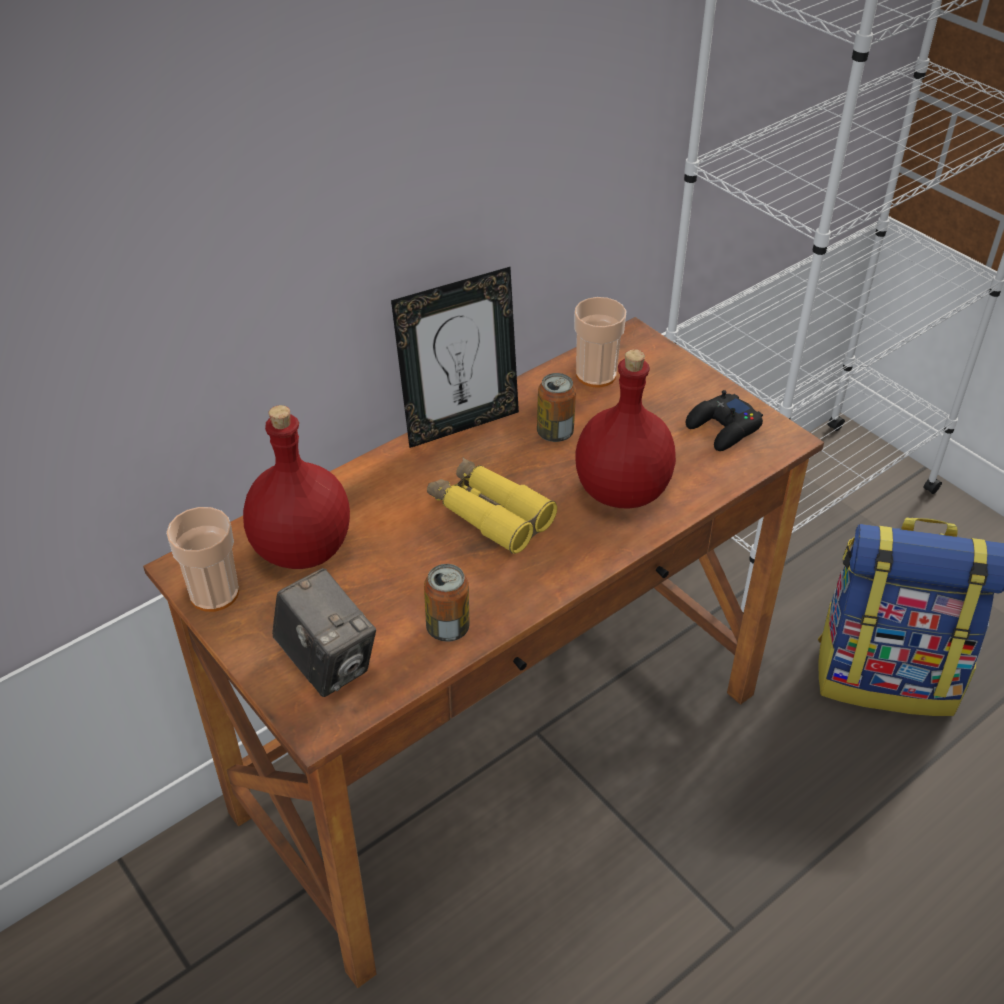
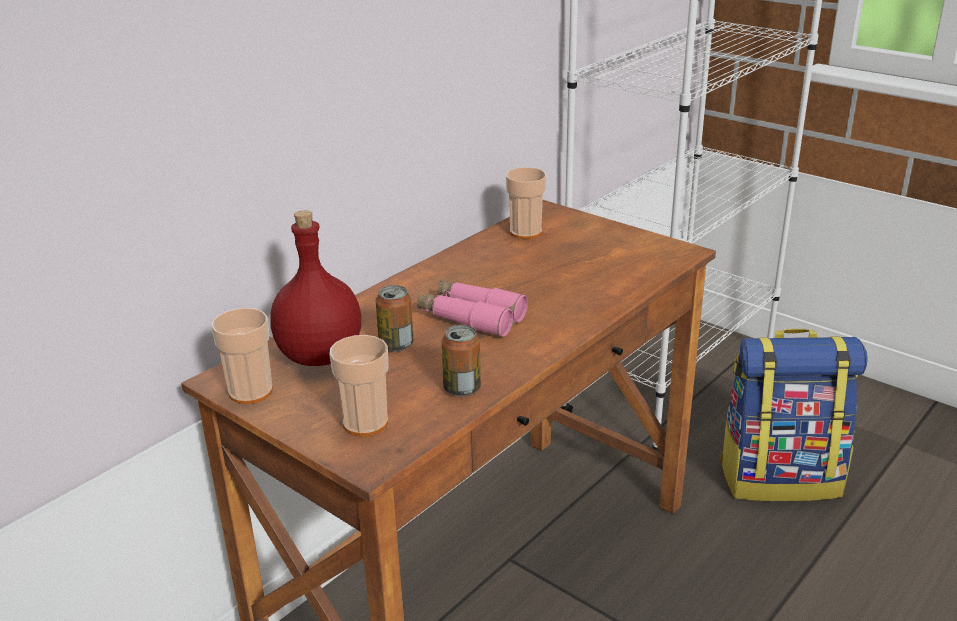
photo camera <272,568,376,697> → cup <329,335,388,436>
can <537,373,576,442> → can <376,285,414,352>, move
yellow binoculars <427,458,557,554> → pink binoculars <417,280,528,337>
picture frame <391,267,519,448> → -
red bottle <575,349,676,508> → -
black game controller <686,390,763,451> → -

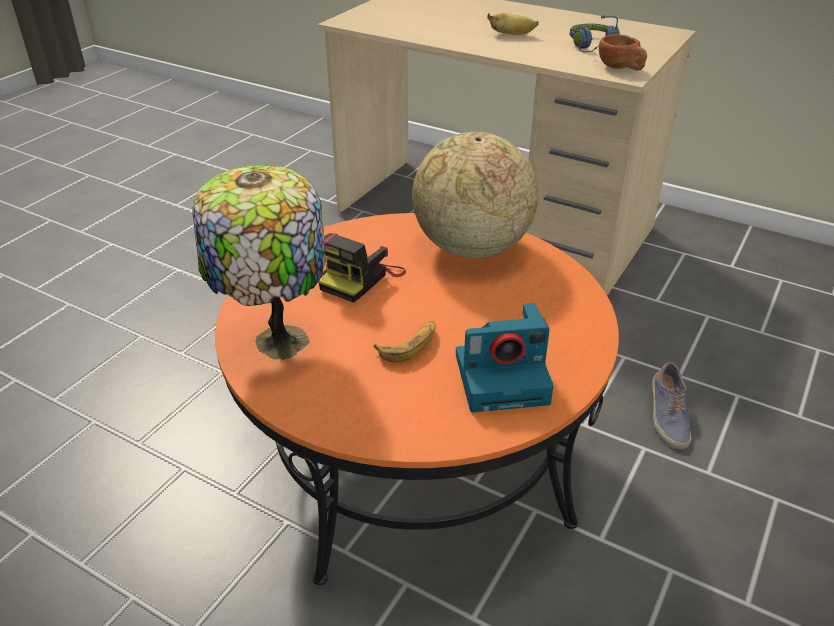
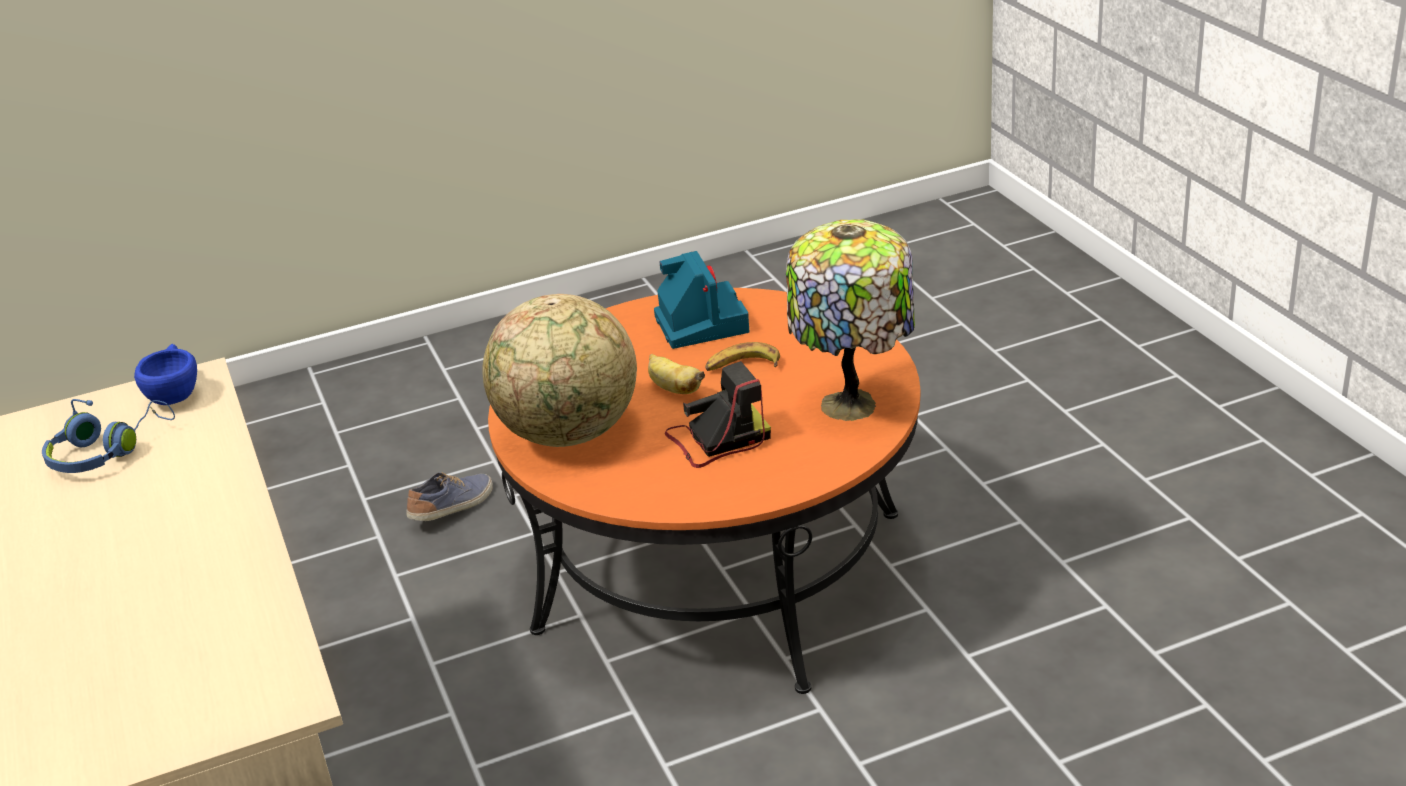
brown cup <599,34,647,70> → blue cup <134,344,197,405>
banana <487,13,539,35> → banana <648,354,705,394>, move
photo camera <456,303,554,412> → photo camera <654,251,750,349>, 45 degrees clockwise

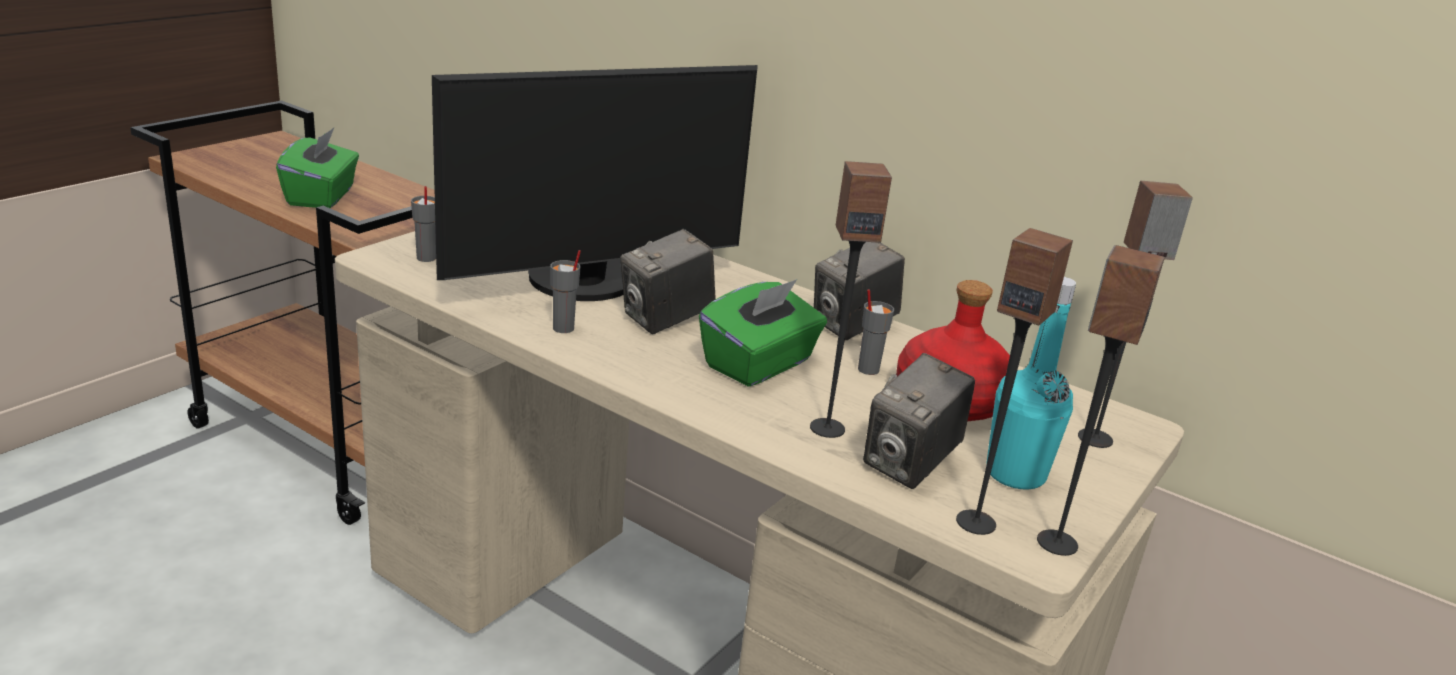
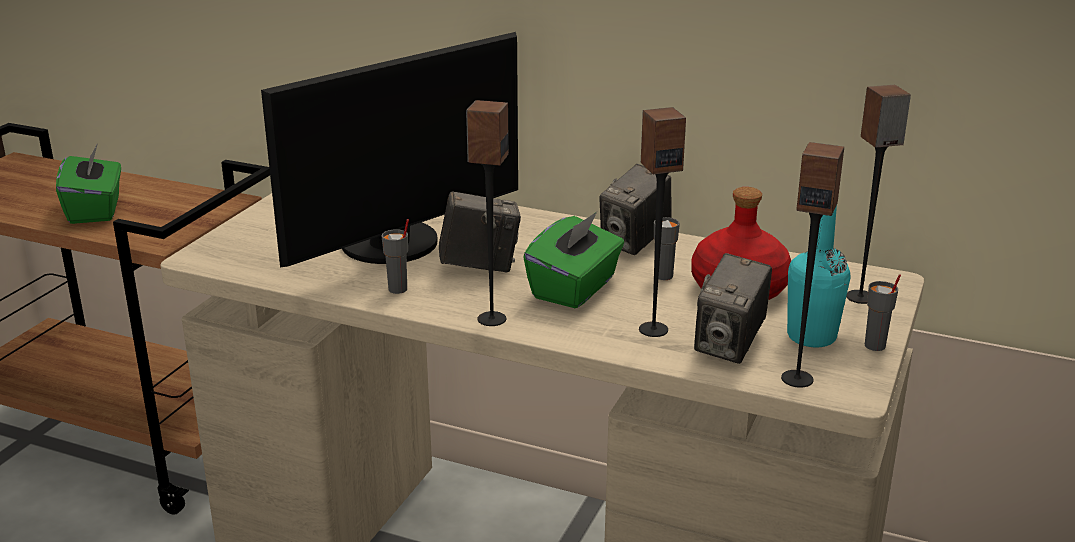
photo camera <620,229,716,334> → photo camera <439,191,521,272>, 135 degrees counterclockwise
speaker <1037,245,1165,556> → speaker <466,100,509,326>, move
grey cup <411,186,436,262> → grey cup <865,274,901,351>, move

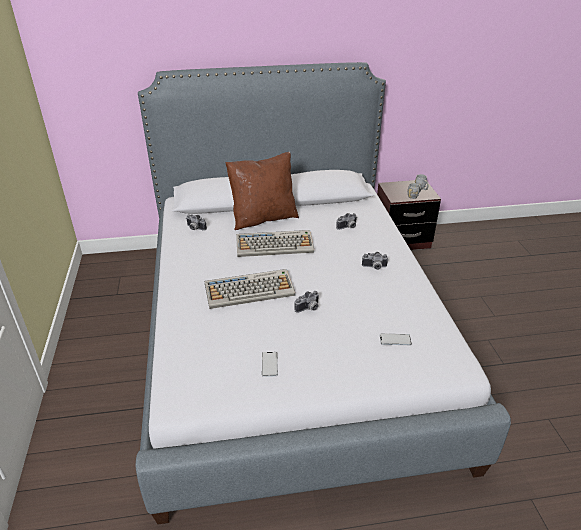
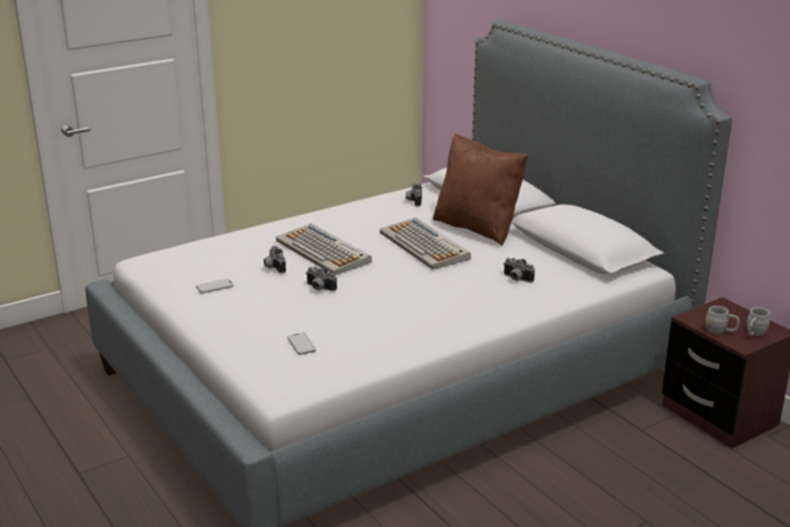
photo camera <362,252,388,270> → photo camera <264,245,286,273>, move

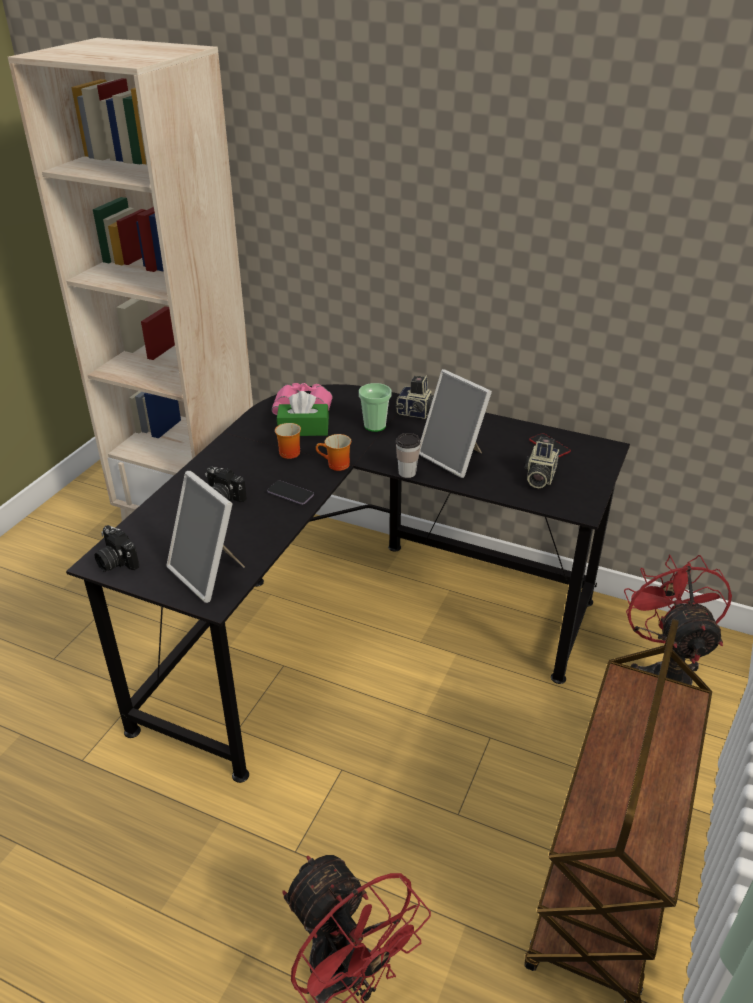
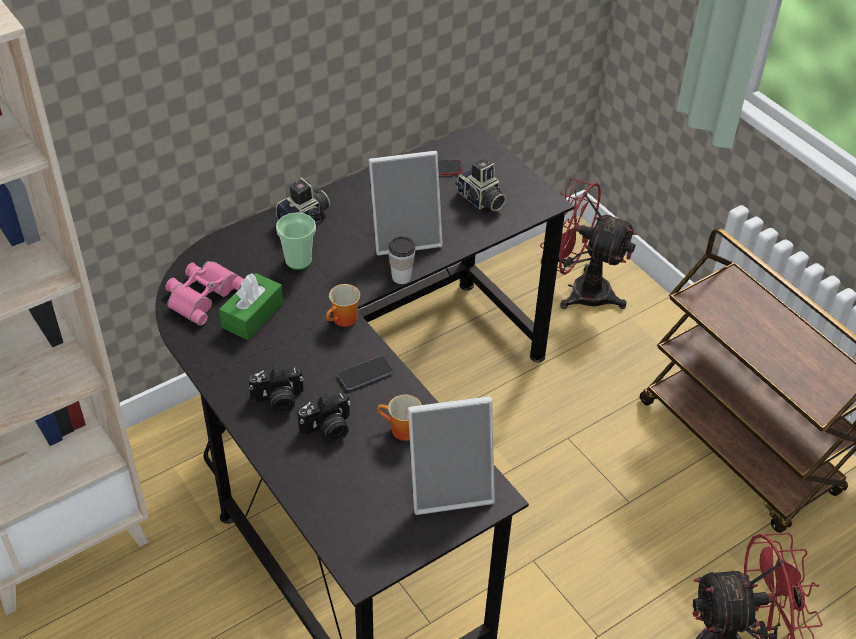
photo camera <94,525,139,572> → photo camera <249,366,304,413>, move
mug <275,423,301,459> → mug <377,395,422,441>, move

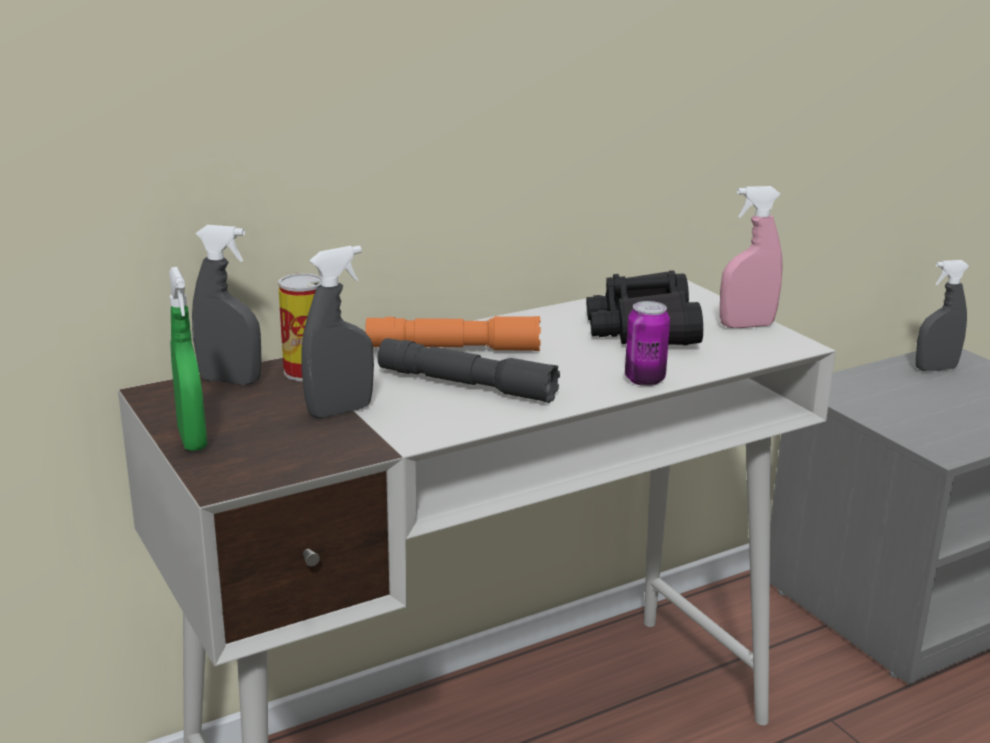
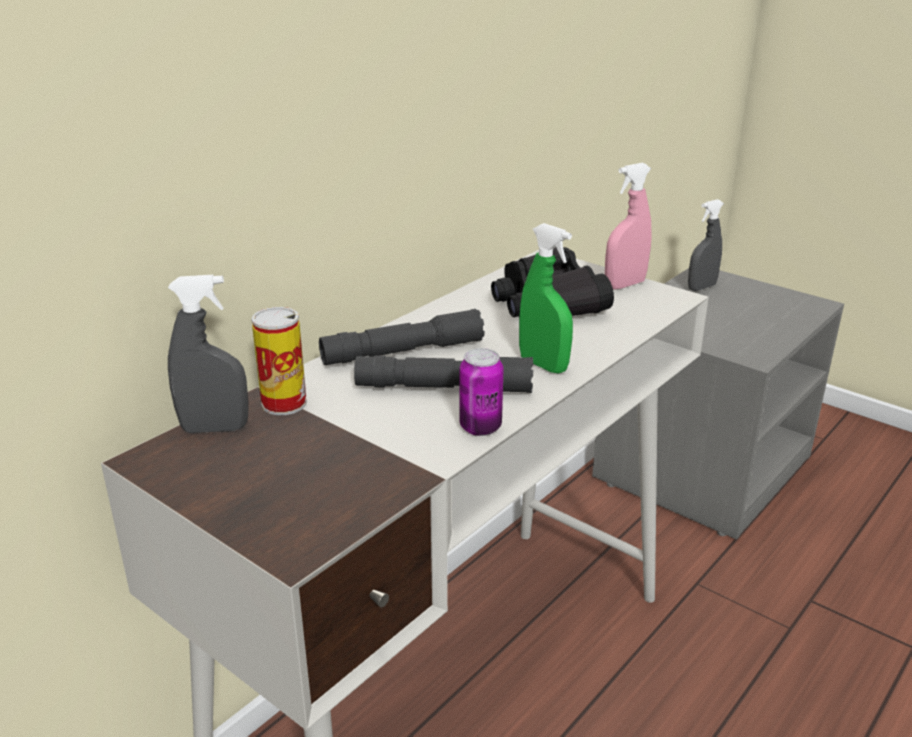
orange flashlight <365,316,541,351> → grey flashlight <319,309,485,365>
can <625,301,670,386> → can <459,348,504,436>, move
green spray bottle <169,267,207,451> → green spray bottle <519,223,573,374>, move
grey spray bottle <301,246,374,418> → -

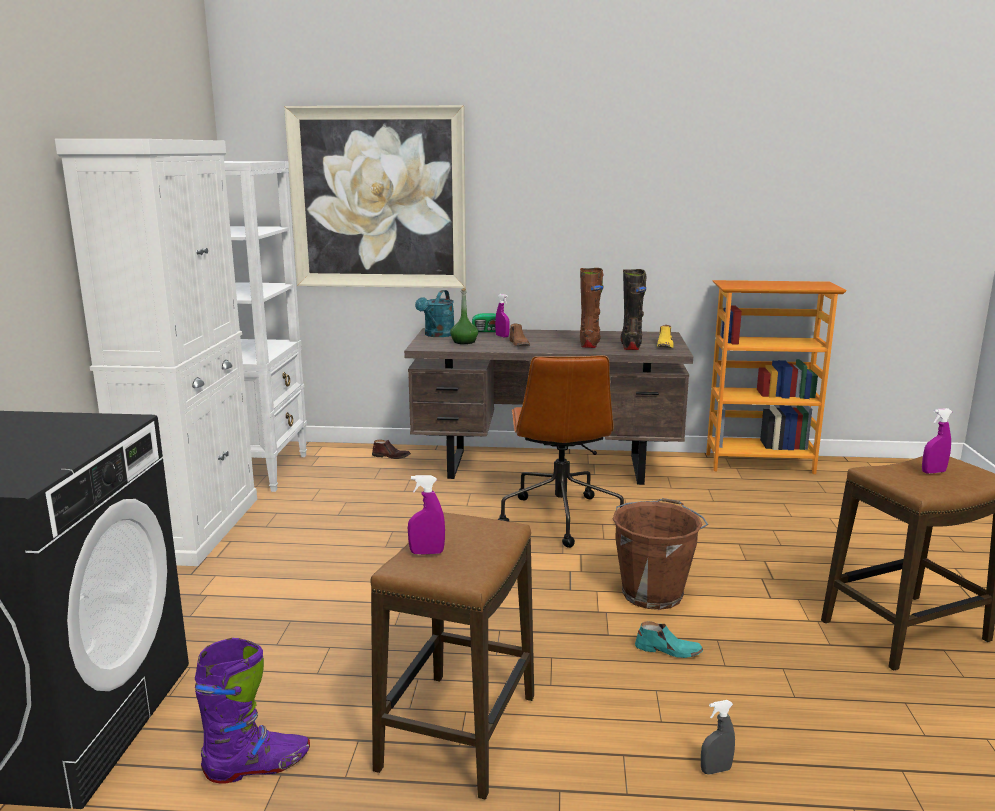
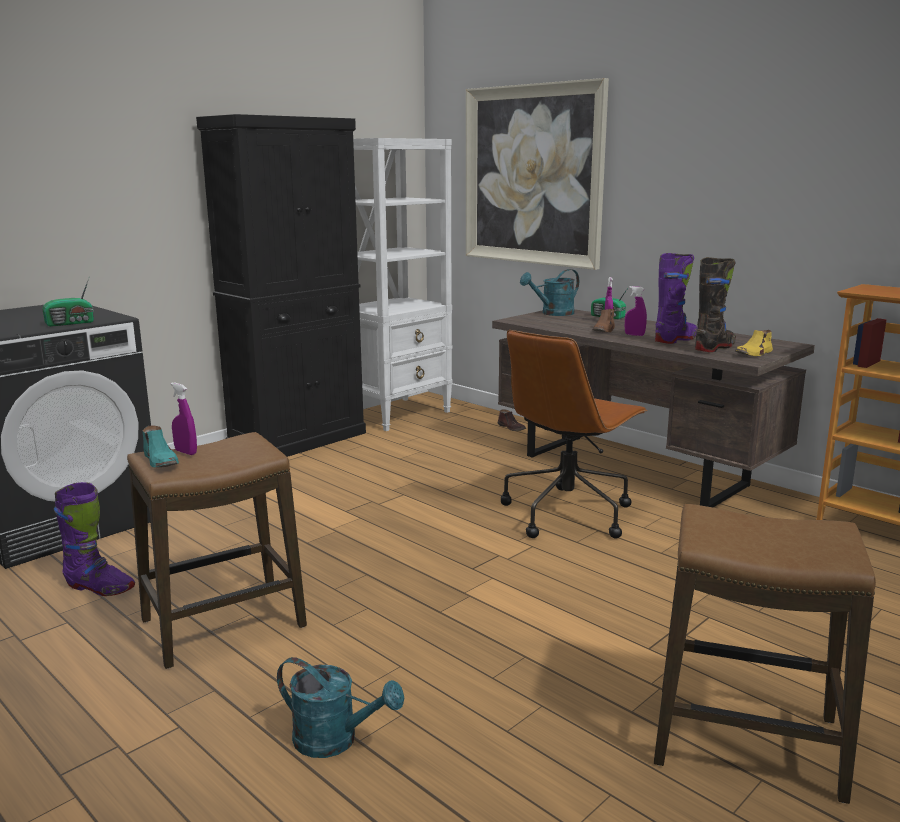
- → radio <42,278,94,327>
turquoise shoe <635,621,703,658> → turquoise shoe <143,426,179,468>, move
white cabinet <55,139,257,566> → black cabinet <196,114,366,457>
grey spray bottle <701,700,735,775> → turquoise watering can <277,657,404,758>
purple spray bottle <922,408,952,474> → purple spray bottle <625,286,647,336>, move
brown boot <580,268,603,348> → purple boot <655,253,697,344>
green bottle <450,288,478,344> → -
brown bucket <613,498,708,610> → -

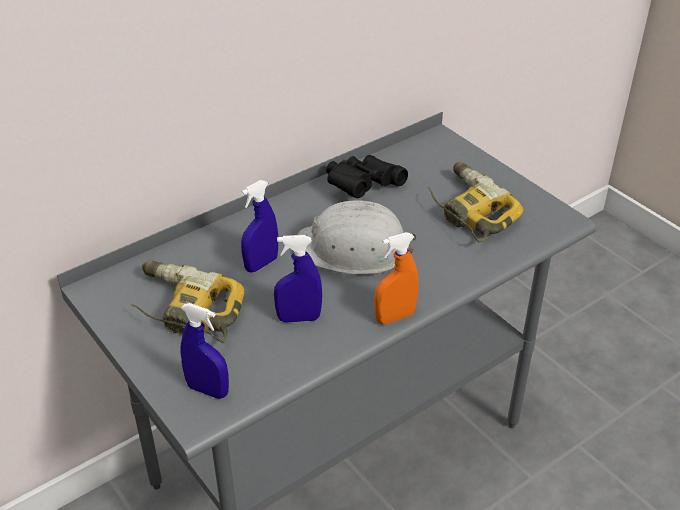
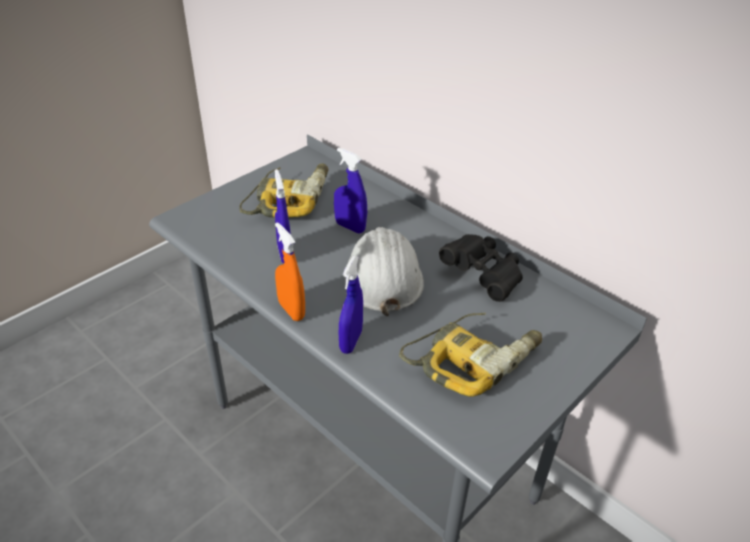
blue spray bottle <180,303,229,399> → blue spray bottle <339,256,363,354>, move

